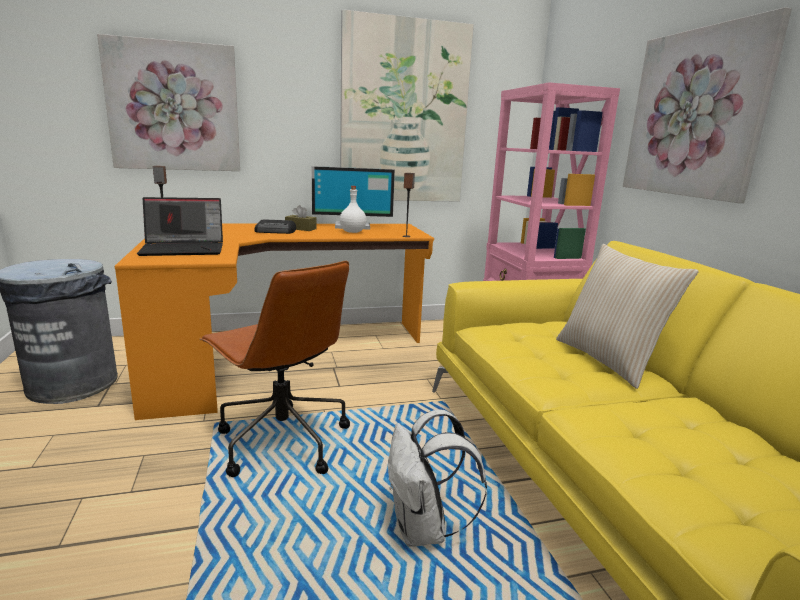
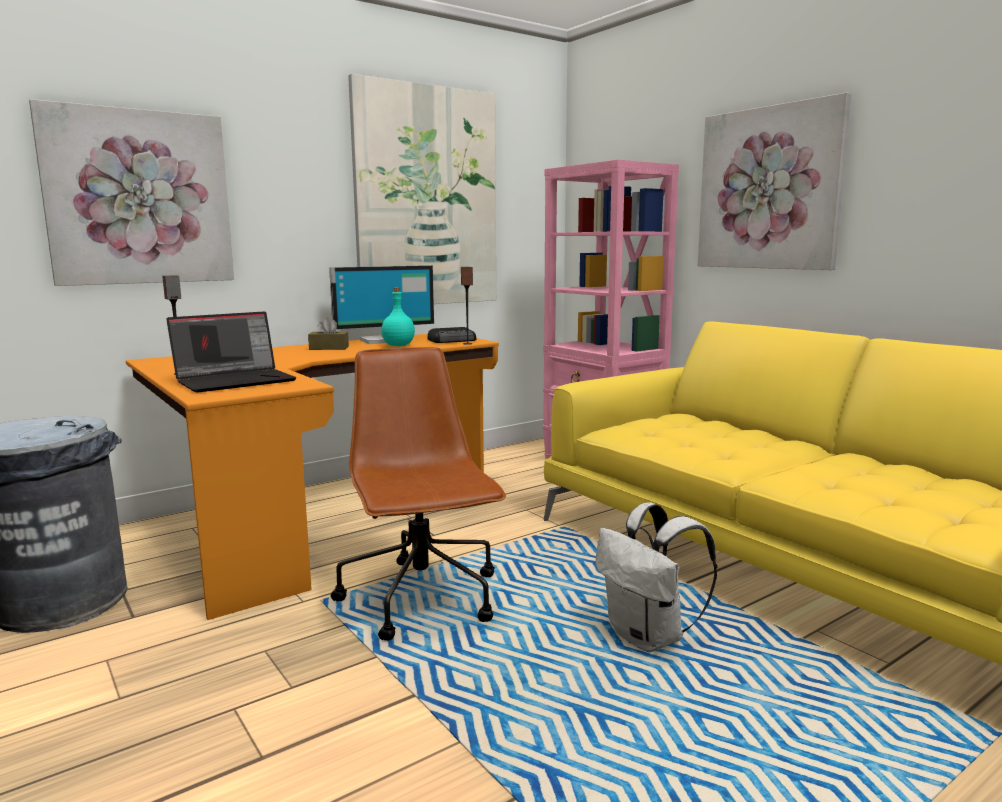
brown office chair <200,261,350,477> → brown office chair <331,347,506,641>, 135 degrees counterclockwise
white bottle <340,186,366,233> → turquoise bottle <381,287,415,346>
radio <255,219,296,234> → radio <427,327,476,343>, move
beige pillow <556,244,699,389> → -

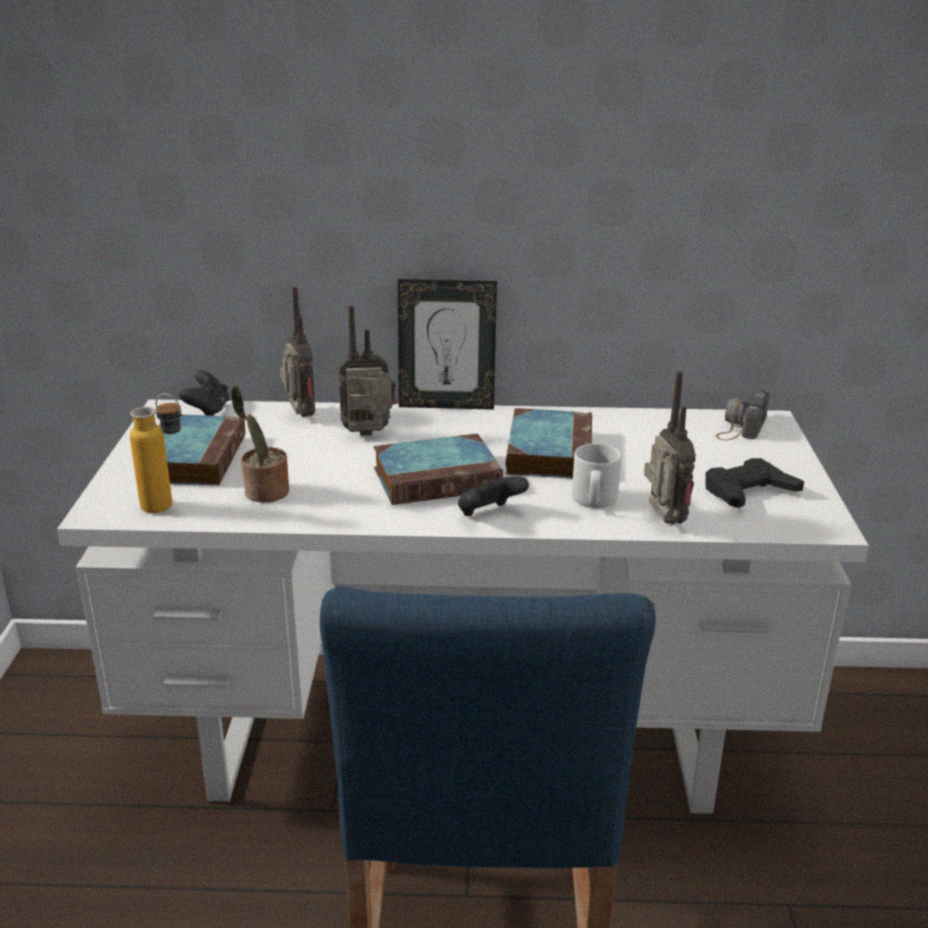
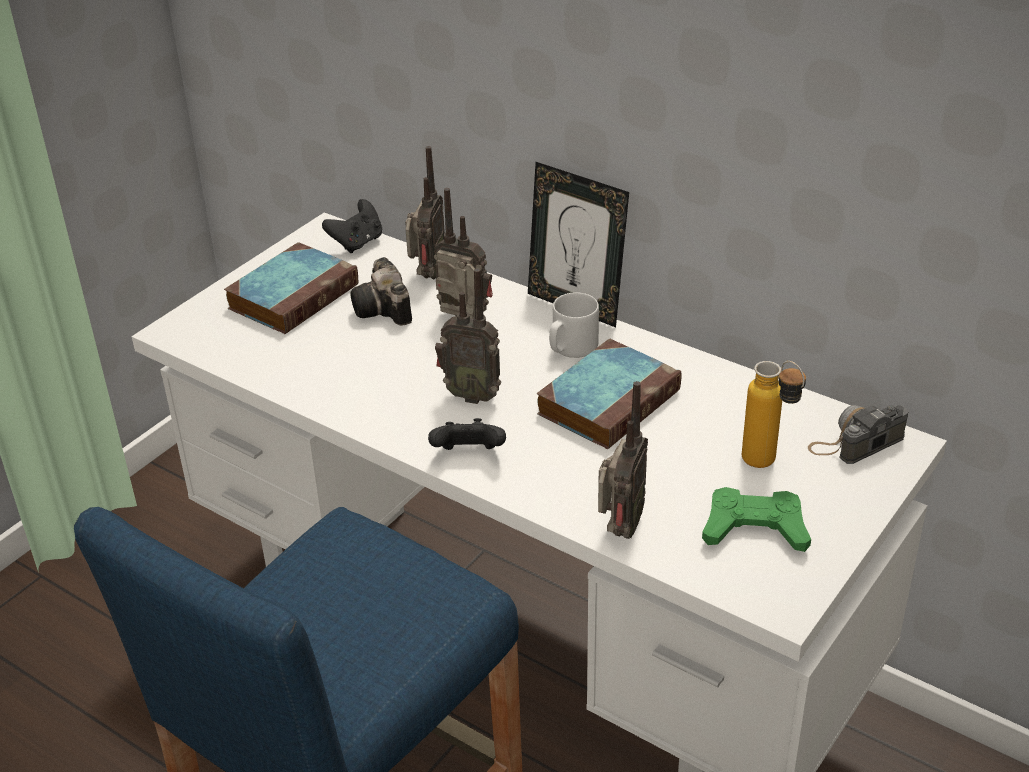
- → photo camera <350,257,412,326>
book <373,433,503,505> → radio <435,268,501,404>
grey mug <572,443,621,508> → grey mug <549,292,599,358>, move
black game controller <705,458,804,508> → green game controller <702,487,811,552>
bottle <130,393,182,513> → bottle <742,361,806,468>, move
potted plant <231,385,289,502> → -

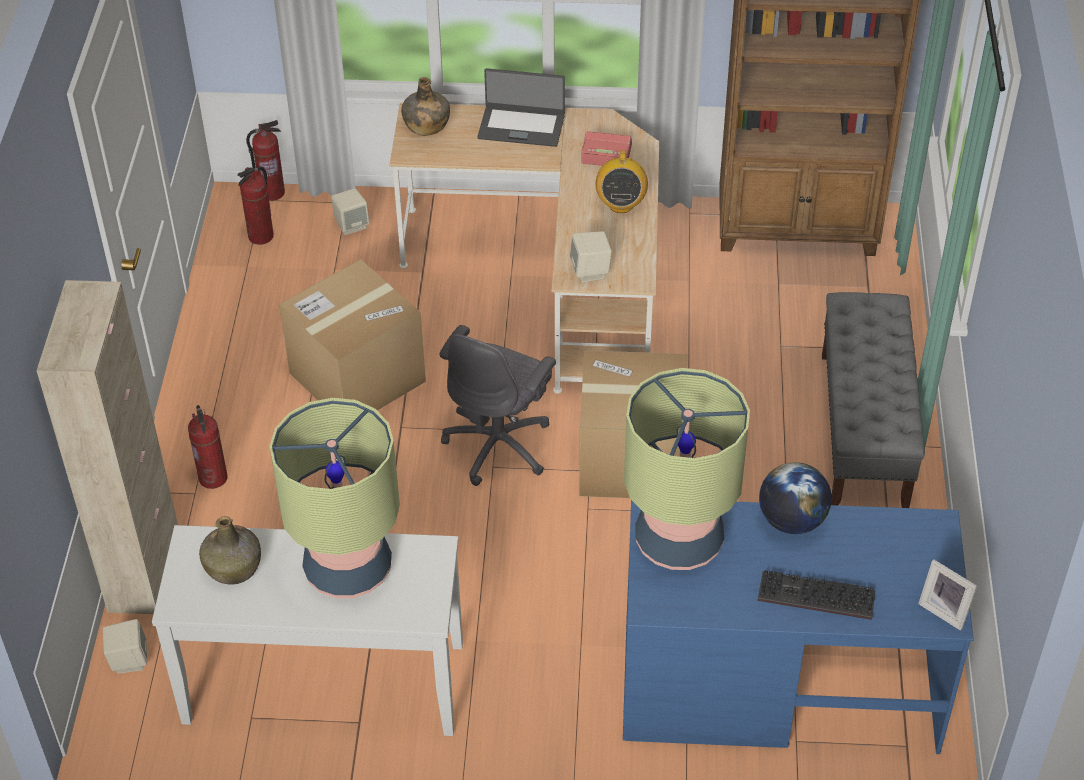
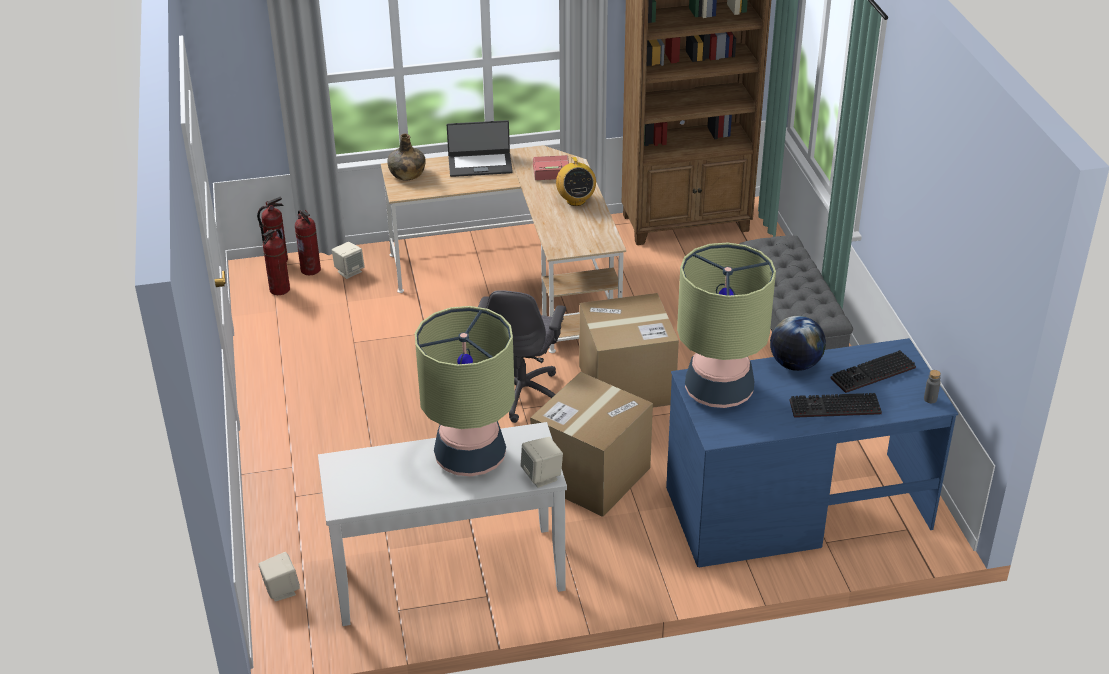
fire extinguisher <188,405,227,489> → fire extinguisher <295,210,321,275>, move
beige speaker <570,231,612,282> → beige speaker <520,437,563,488>, move
cardboard box <279,259,426,410> → cardboard box <530,372,653,517>, move
- → keyboard <830,350,916,393>
picture frame <918,559,977,631> → grey bottle <924,370,941,403>
beige cabinet <37,280,178,614> → -
green bottle <199,516,261,585> → -

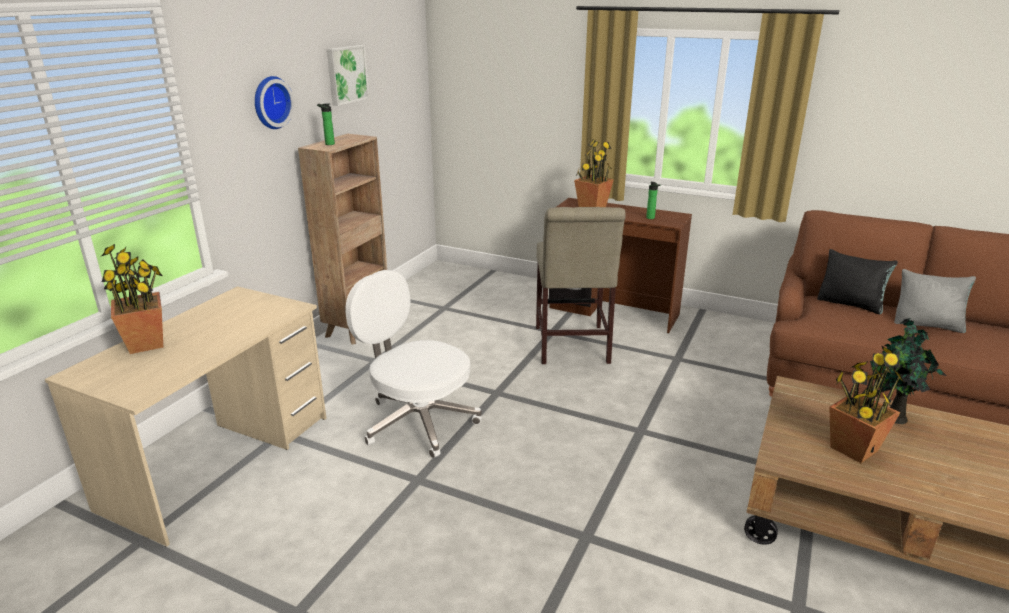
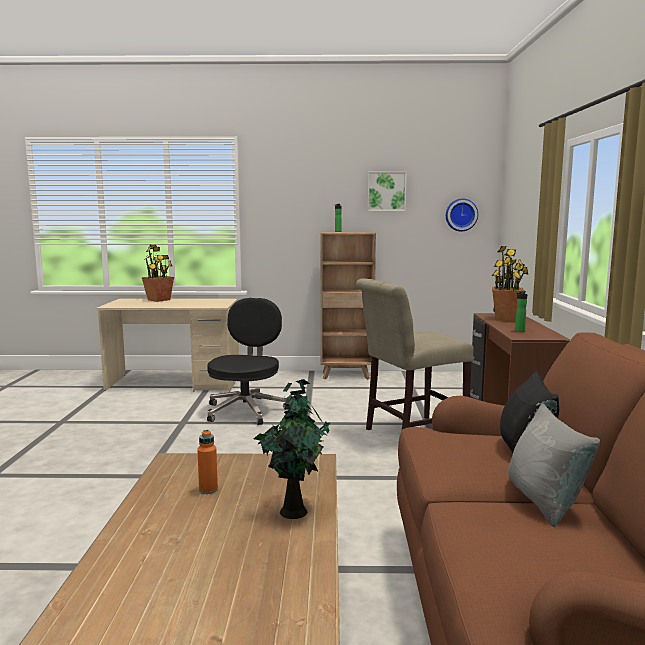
potted plant <829,345,906,463> → orange bottle <197,430,218,494>
white office chair <345,270,482,458> → black office chair <207,298,288,425>
wall clock <255,76,294,129> → wall clock <446,198,478,232>, move

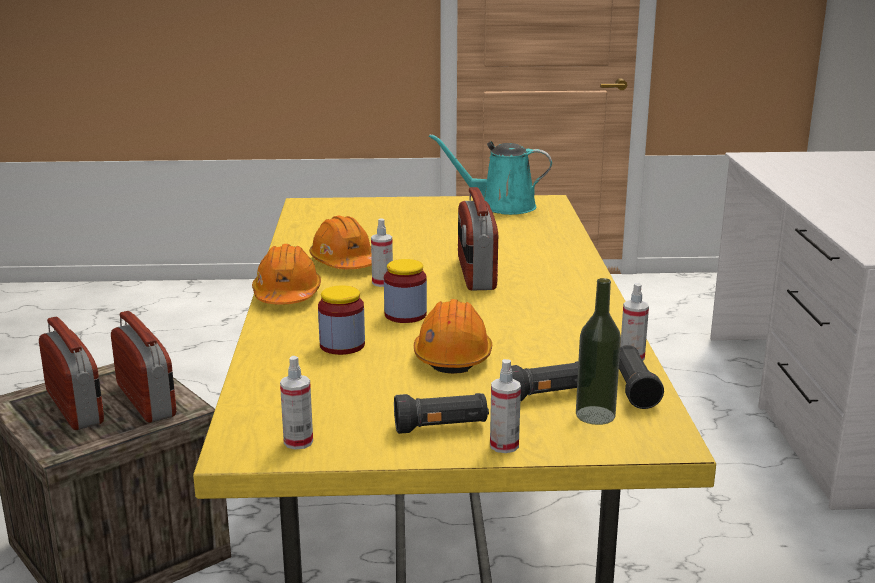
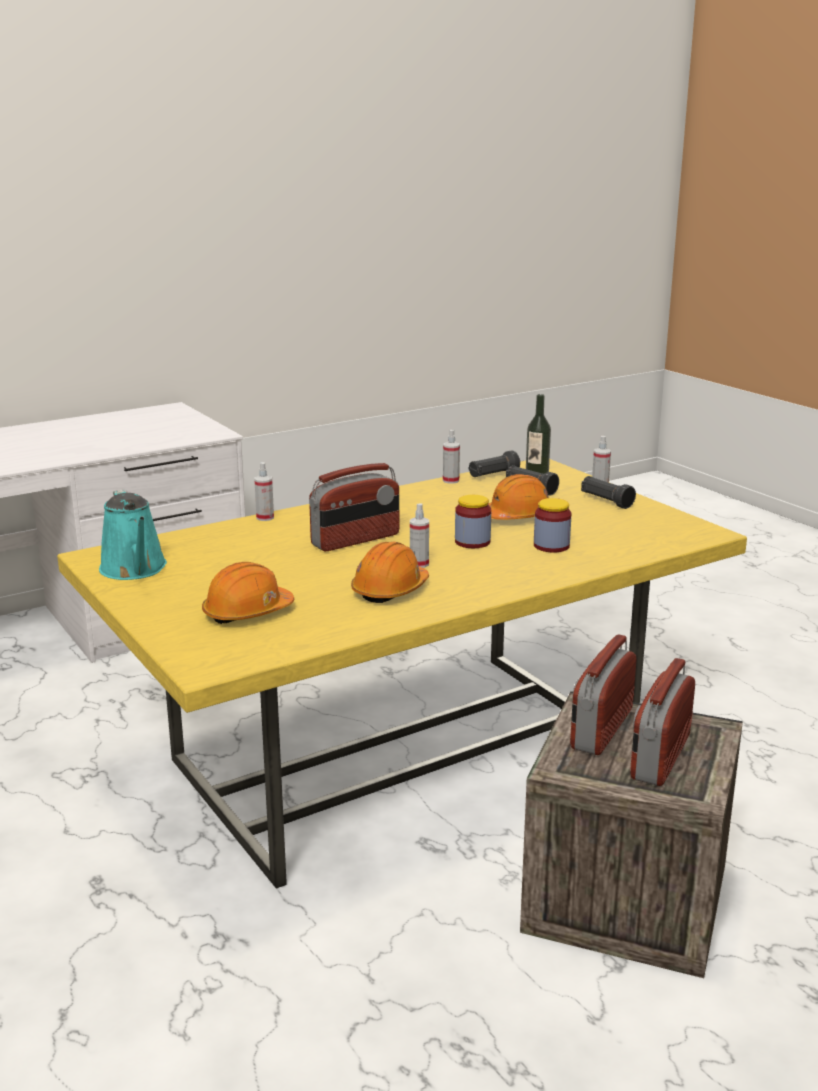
orange hard hat <252,244,321,305> → orange hard hat <202,562,294,624>, move
spray bottle <280,356,313,450> → spray bottle <254,462,274,521>, move

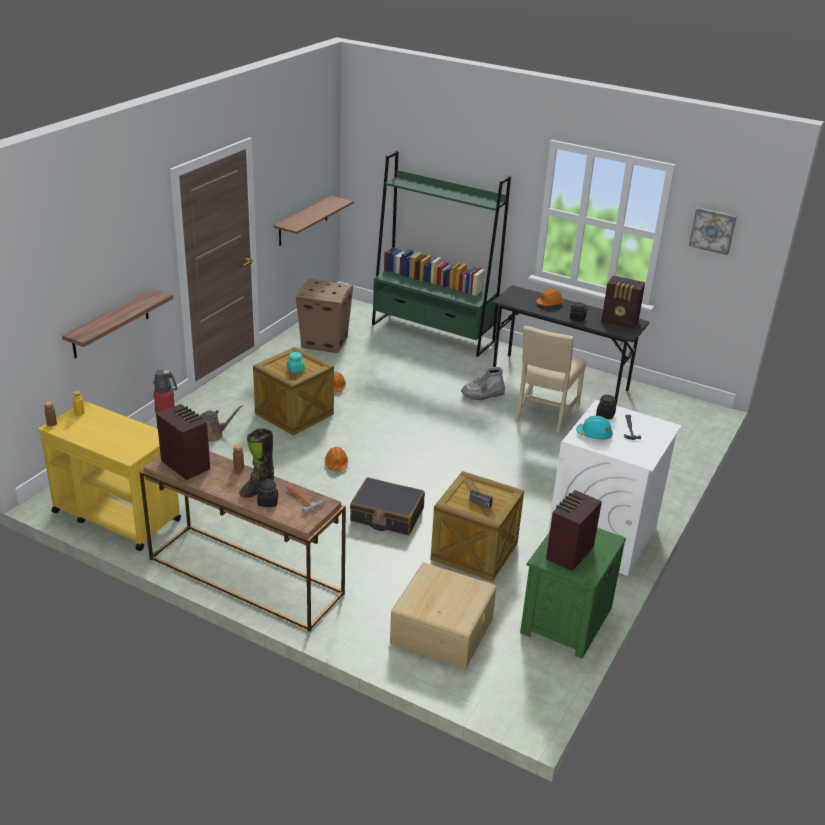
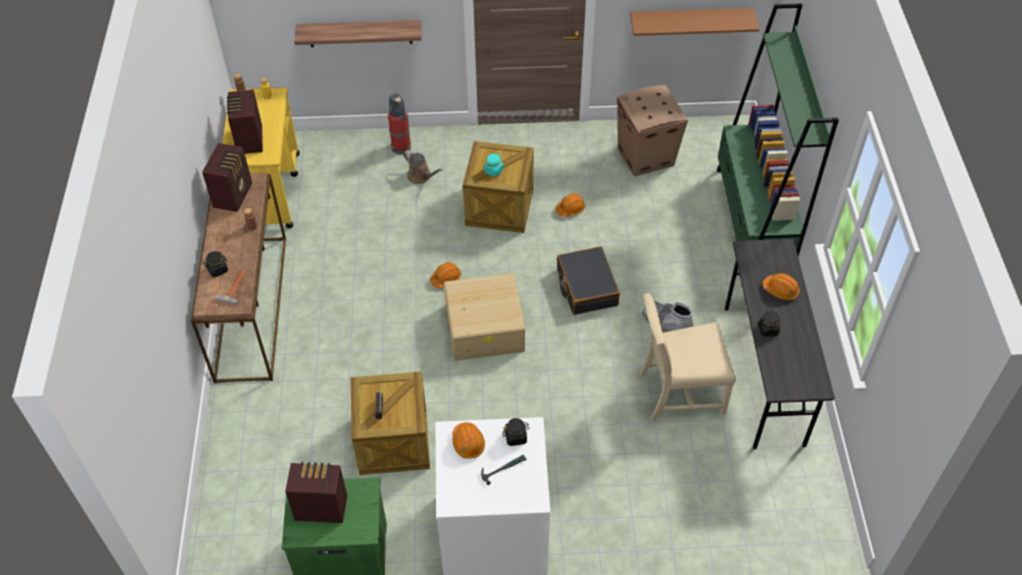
radio <601,275,645,329> → radio <227,89,263,154>, move
beige storage box <390,562,497,669> → beige storage box <444,273,525,361>, move
turquoise hard hat <576,416,613,440> → orange hard hat <452,422,485,459>
black suitcase <350,477,425,535> → black suitcase <557,246,620,315>, move
black boot <239,428,274,498> → -
picture <689,207,737,255> → -

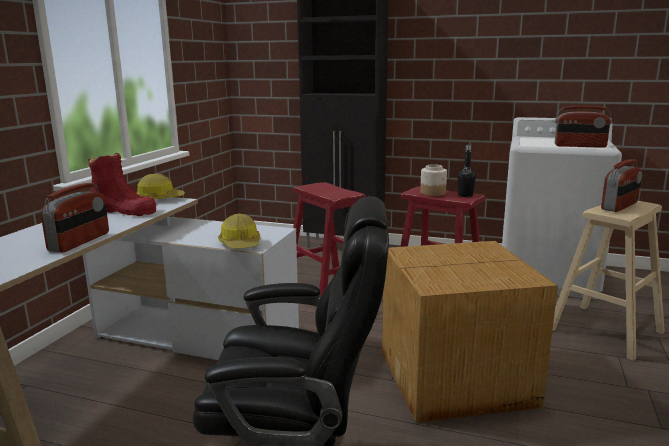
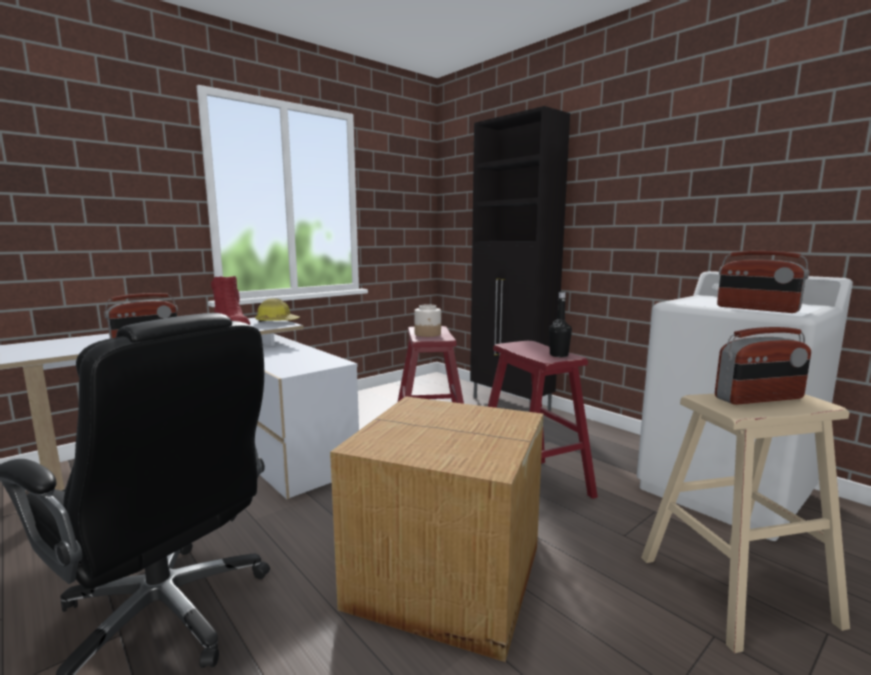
jar <420,164,447,196> → jar <414,304,441,337>, move
hard hat <218,214,260,249> → -

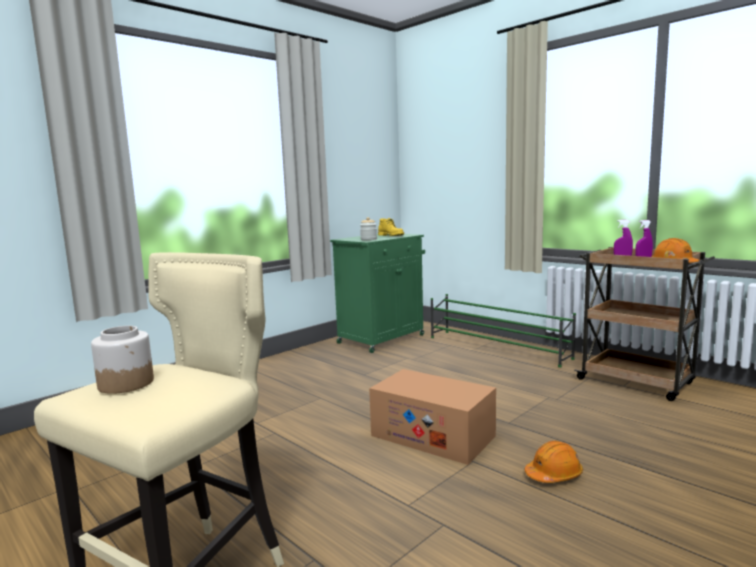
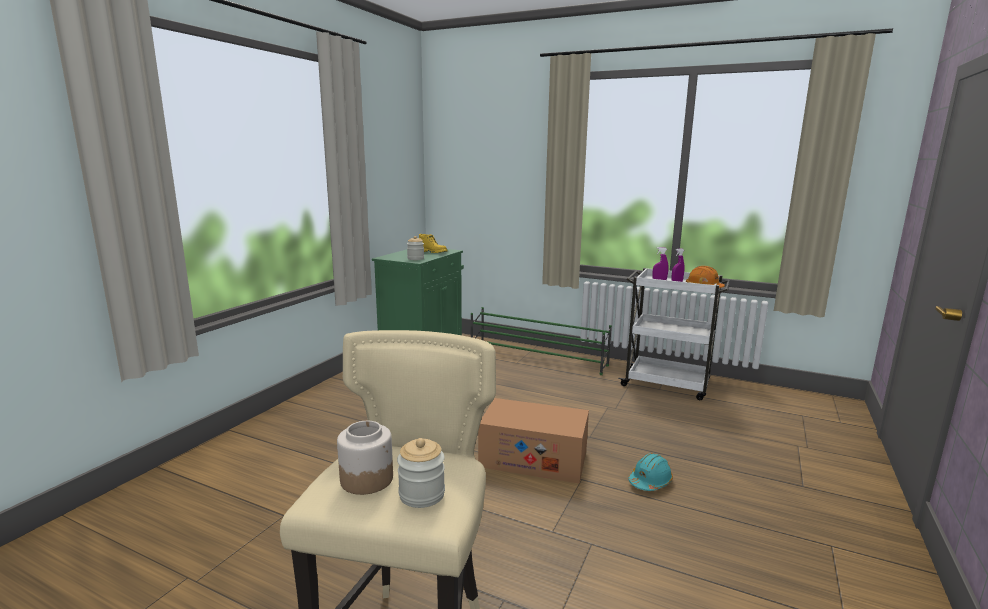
- → jar <397,438,445,508>
brown cart <574,247,715,401> → white cart <618,268,730,400>
orange hard hat <525,441,583,483> → turquoise hard hat <628,453,673,491>

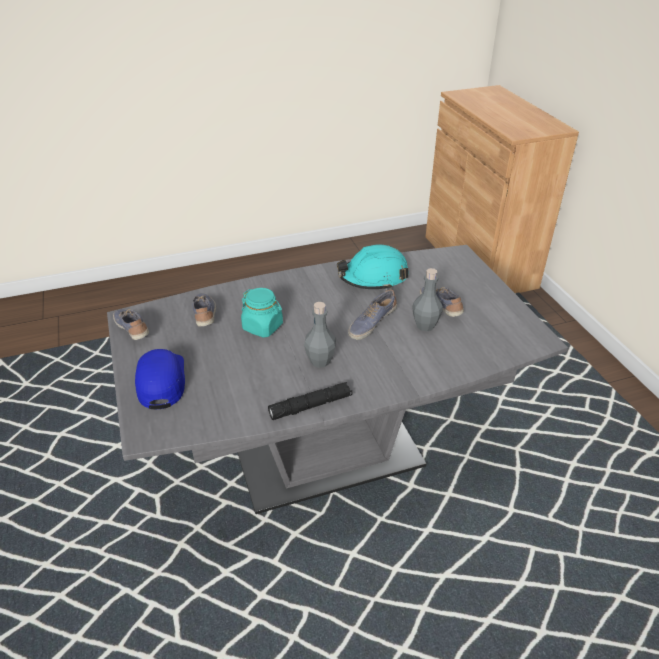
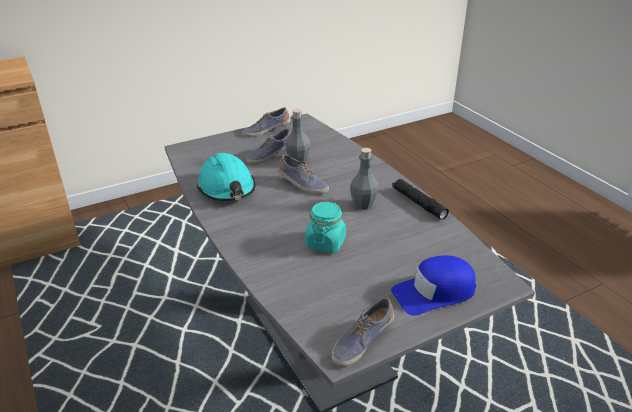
shoe <192,293,216,327> → shoe <242,107,291,137>, move

